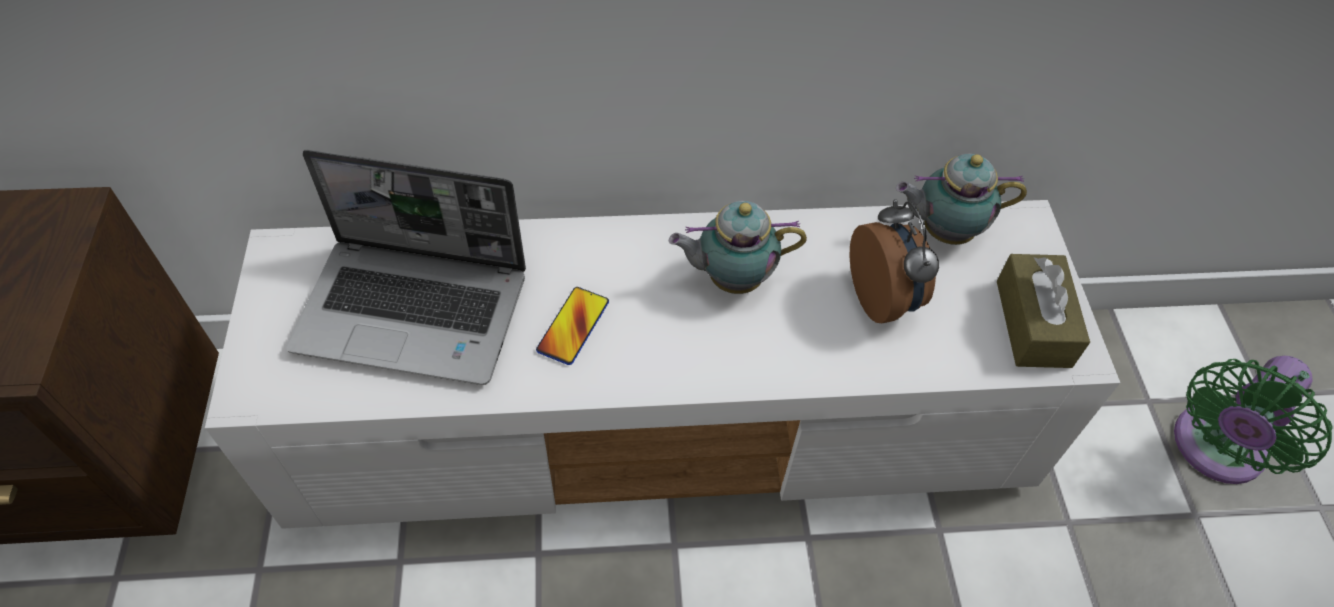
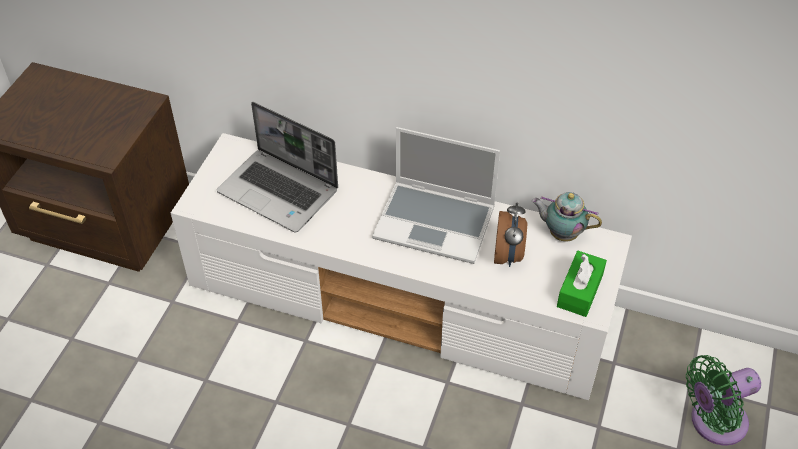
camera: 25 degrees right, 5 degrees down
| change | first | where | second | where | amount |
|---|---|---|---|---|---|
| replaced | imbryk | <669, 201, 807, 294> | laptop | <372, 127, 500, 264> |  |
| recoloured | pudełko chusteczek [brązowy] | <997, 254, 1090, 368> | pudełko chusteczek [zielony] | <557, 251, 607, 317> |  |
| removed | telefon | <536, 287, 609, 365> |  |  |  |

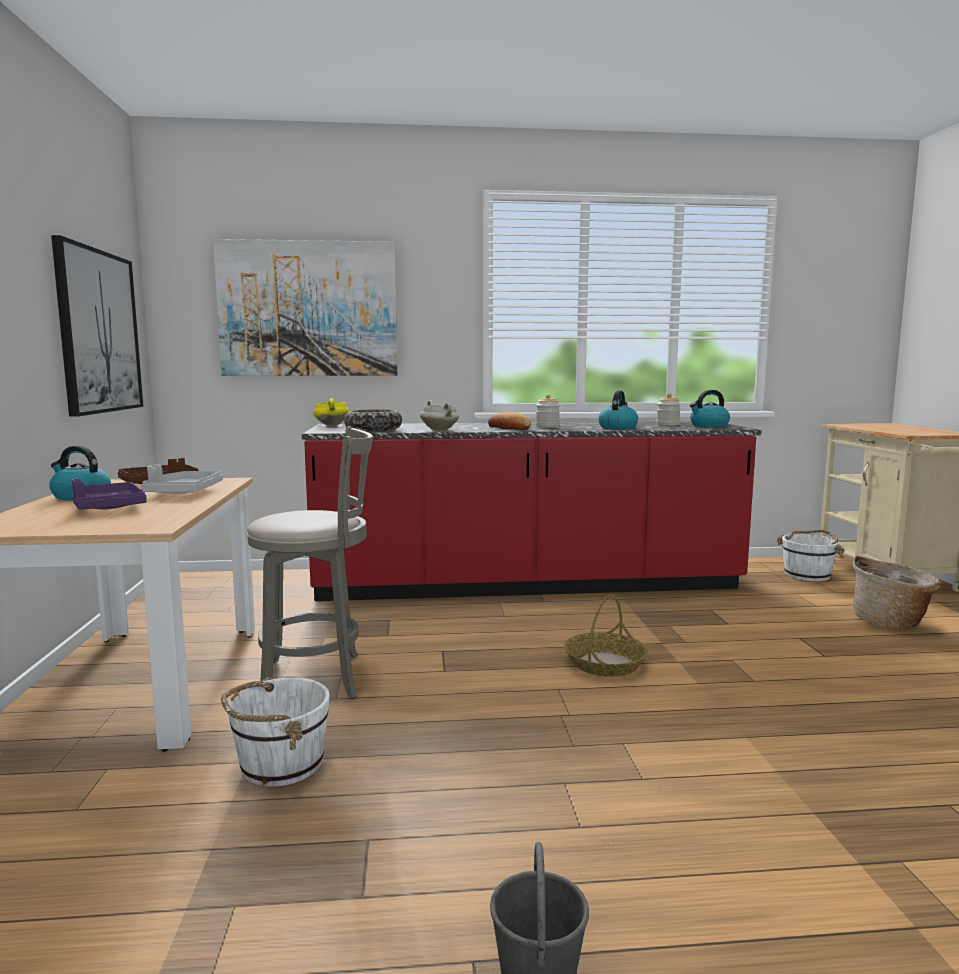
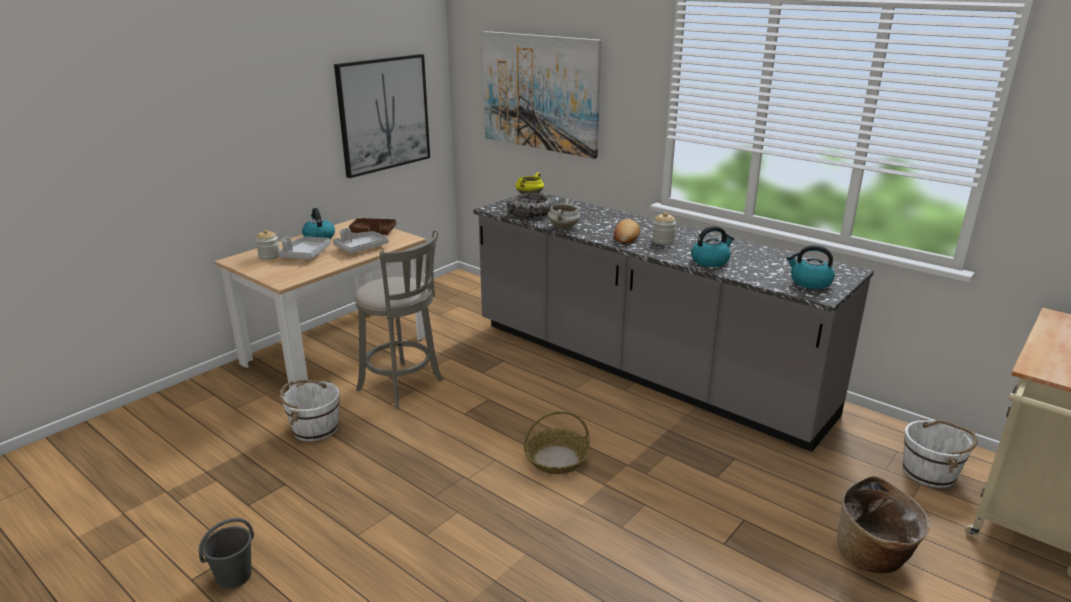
camera: 45 degrees right, 15 degrees up
| change | first | where | second | where | amount |
|---|---|---|---|---|---|
| moved | słoik | <656, 393, 681, 426> |  | <256, 230, 279, 260> |  |
| recoloured | zabudowa kuchenna [czerwony] | <302, 421, 762, 601> | zabudowa kuchenna [szary] | <474, 192, 874, 452> |  |
| recoloured | taca [fioletowy] | <72, 479, 147, 510> | taca [szary] | <279, 237, 330, 259> |  |

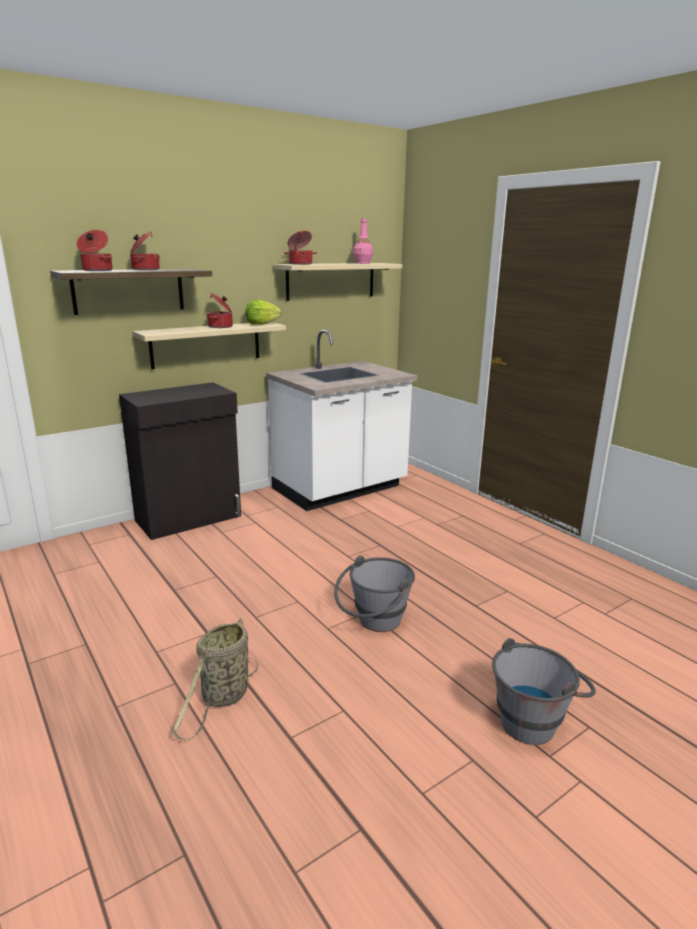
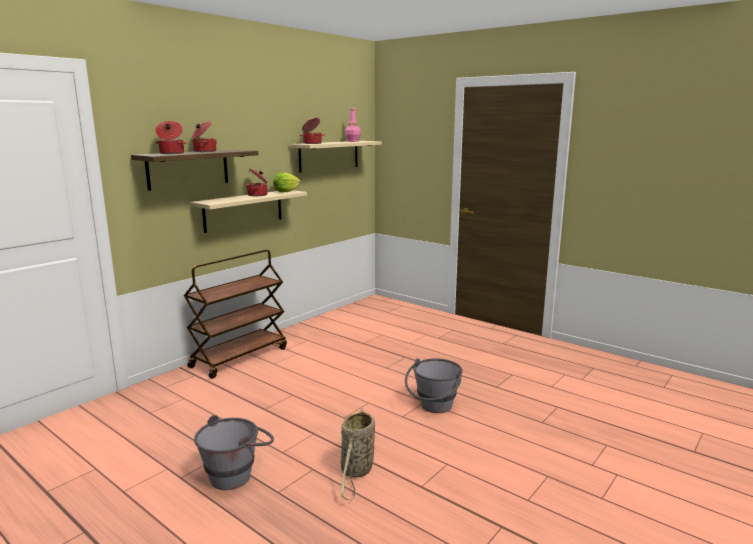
camera: 15 degrees left, 5 degrees down
| change | first | where | second | where | amount |
|---|---|---|---|---|---|
| removed | zabudowa kuchenna [biały] | <266, 330, 417, 511> |  |  |  |
| replaced | szafka [czarny] | <119, 382, 241, 540> | wózek [brązowy] | <184, 250, 287, 379> |  |
| moved | wiadro [szary] | <492, 638, 596, 745> |  | <194, 415, 274, 490> |  |

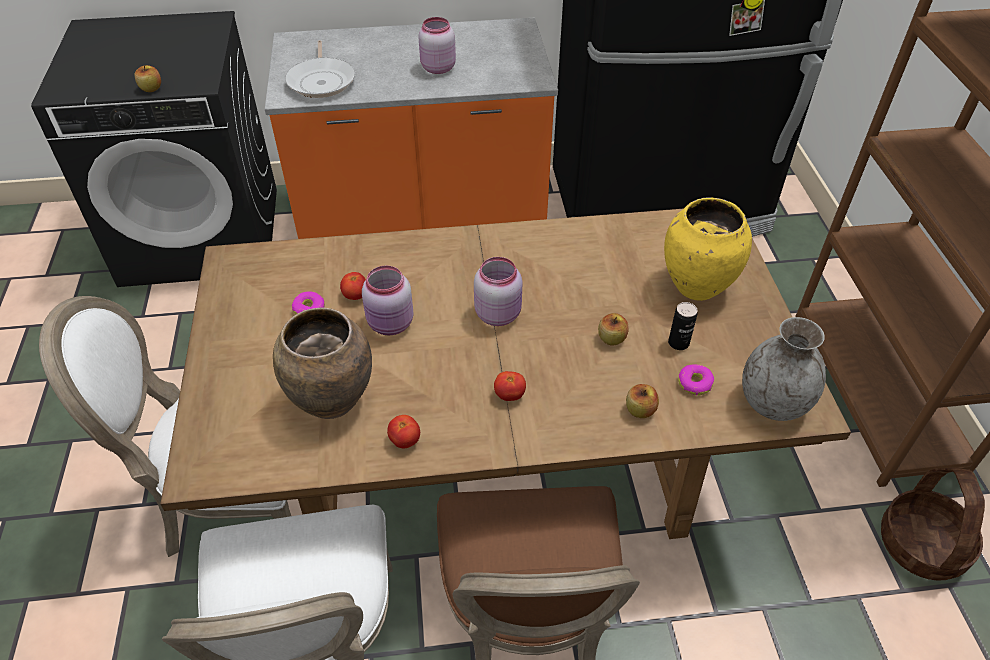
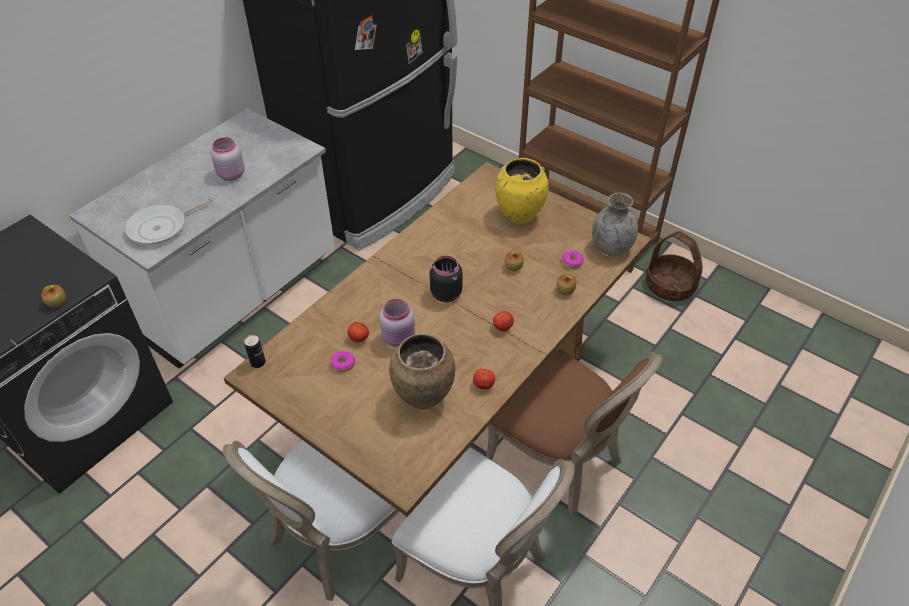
camera: 45 degrees left, 0 degrees up
| change | first | where | second | where | amount |
|---|---|---|---|---|---|
| recoloured | zabudowa kuchenna [pomarańczowy] | <265, 18, 558, 239> | zabudowa kuchenna [biały] | <69, 108, 335, 369> |  |
| turned | patelnia | <285, 40, 355, 98> |  | <124, 198, 213, 245> | 105 degrees clockwise |
| recoloured | słoik [różowy] | <474, 257, 523, 326> | słoik [czarny] | <430, 256, 463, 302> |  |
| moved | puszka | <668, 302, 697, 350> |  | <244, 335, 266, 368> |  |

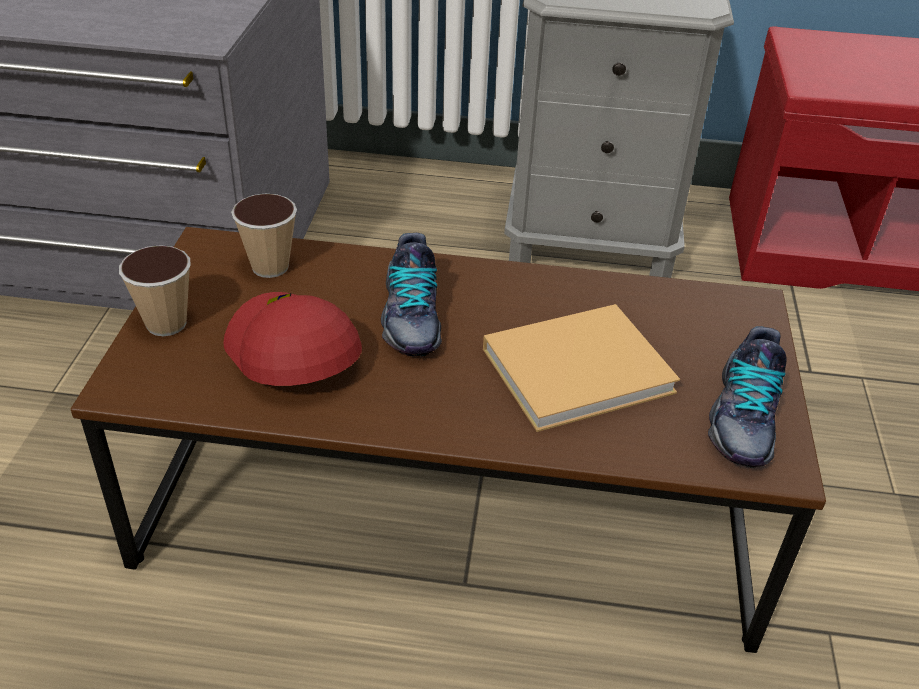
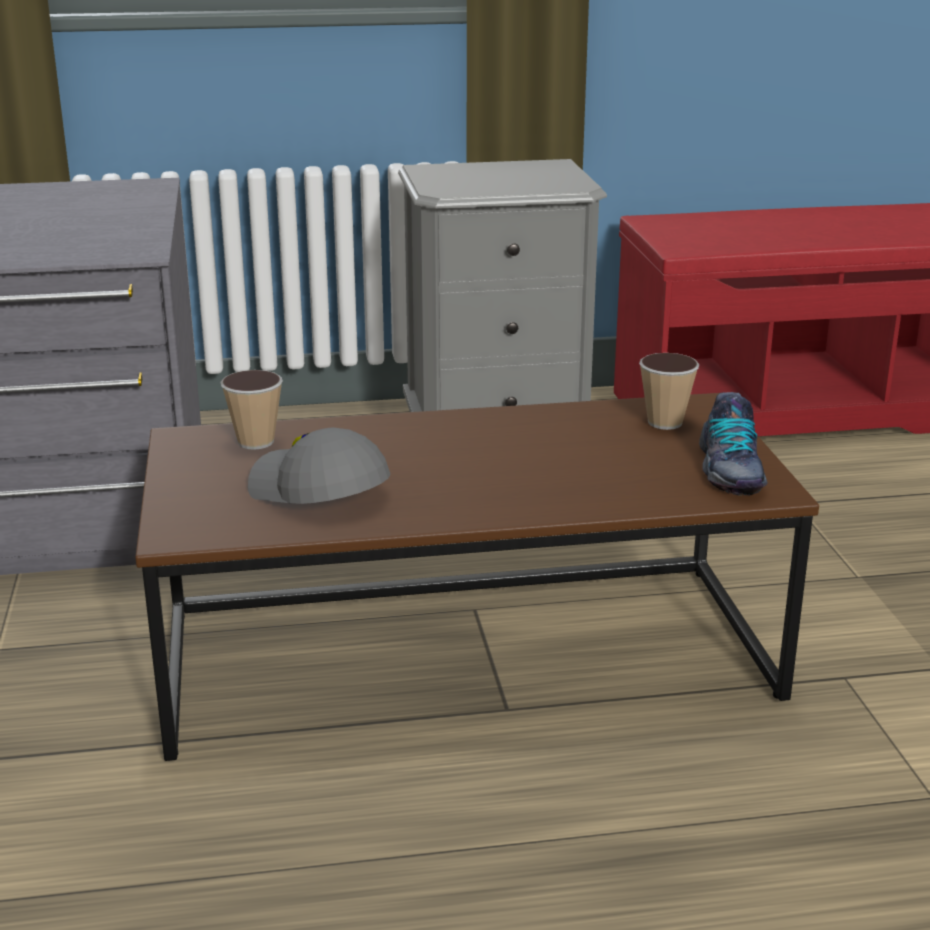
camera: 15 degrees left, 15 degrees down
| change | first | where | second | where | amount |
|---|---|---|---|---|---|
| removed | but | <381, 233, 442, 356> |  |  |  |
| moved | filiżanka | <119, 245, 191, 336> |  | <639, 353, 699, 430> |  |
| recoloured | czapka z daszkiem [czerwony] | <224, 292, 362, 386> | czapka z daszkiem [szary] | <248, 428, 391, 504> |  |
| removed | książka [beżowy] | <483, 304, 680, 432> |  |  |  |

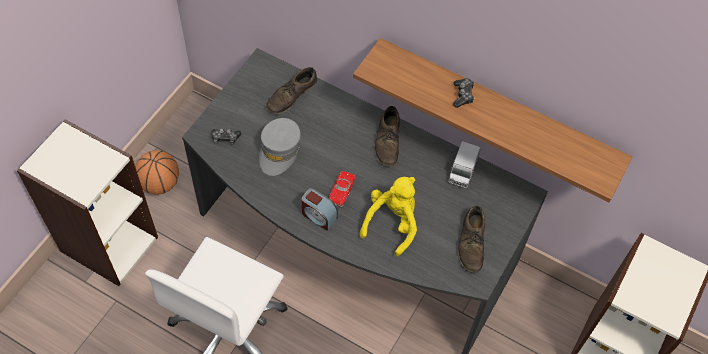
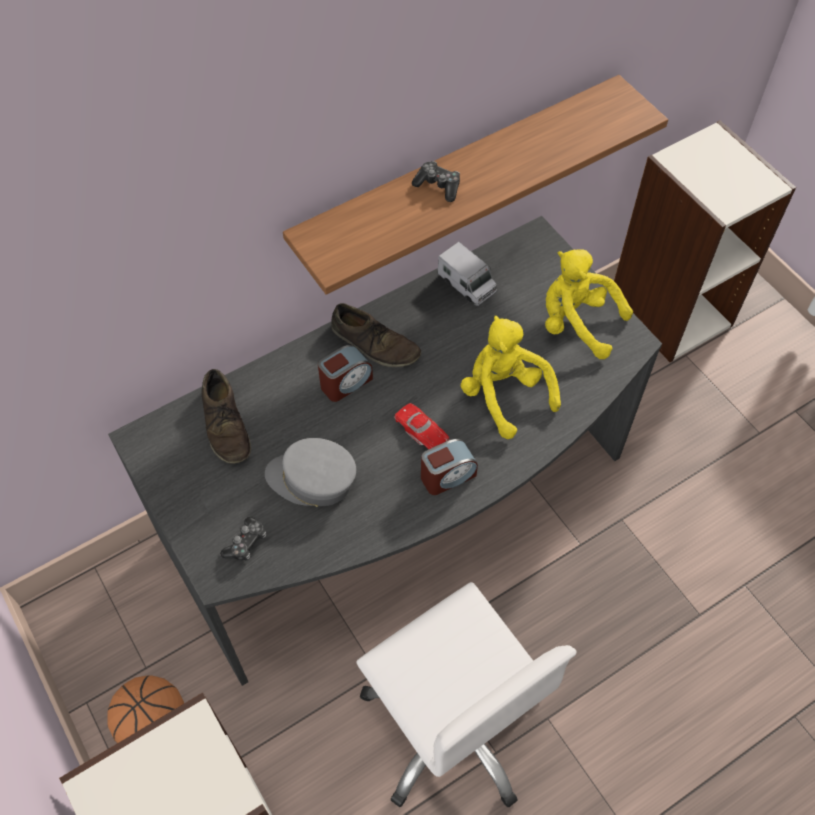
camera: 60 degrees left, 0 degrees up
| change | first | where | second | where | amount |
|---|---|---|---|---|---|
| turned | czapka z daszkiem [szary] | <259, 118, 301, 176> |  | <265, 438, 356, 507> | 150 degrees clockwise |
| replaced | but [brązowy] | <458, 206, 485, 273> | pluszak [żółty] | <545, 249, 633, 359> |  |
| added |  |  | budzik | <318, 345, 373, 402> |  |

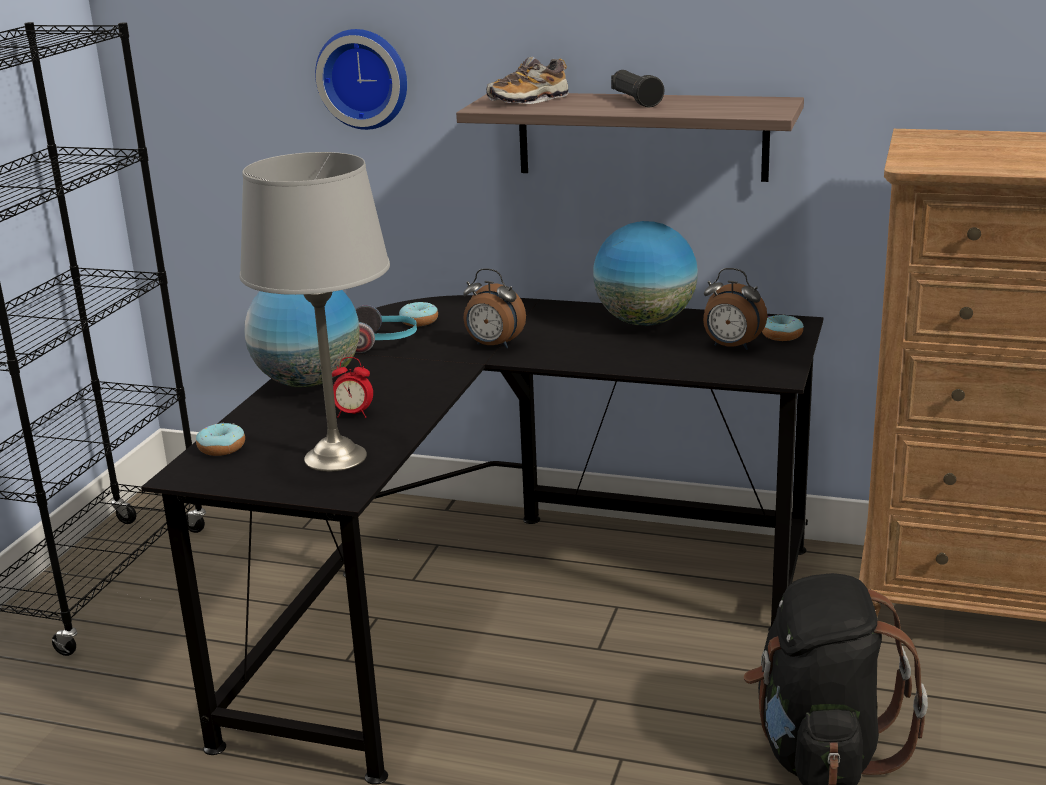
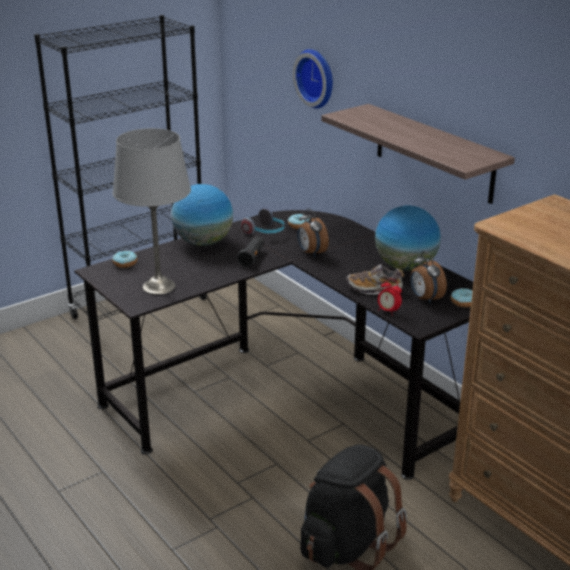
camera: 35 degrees right, 5 degrees up
| change | first | where | second | where | amount |
|---|---|---|---|---|---|
| moved | but | <486, 56, 569, 104> |  | <346, 264, 404, 295> |  |
| moved | latarka [czarny] | <611, 70, 664, 107> |  | <237, 236, 264, 267> |  |
| moved | budzik | <332, 357, 373, 418> |  | <378, 279, 402, 316> |  |

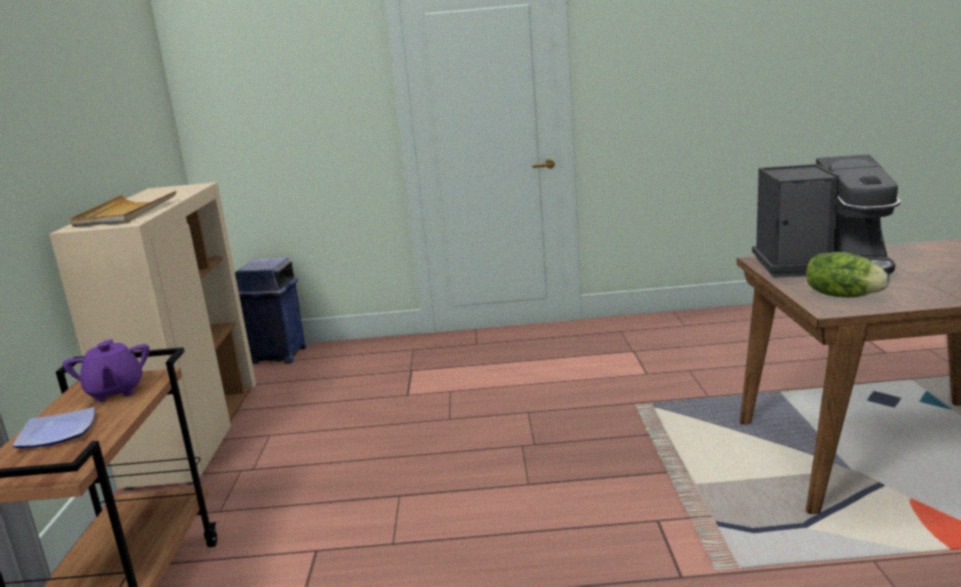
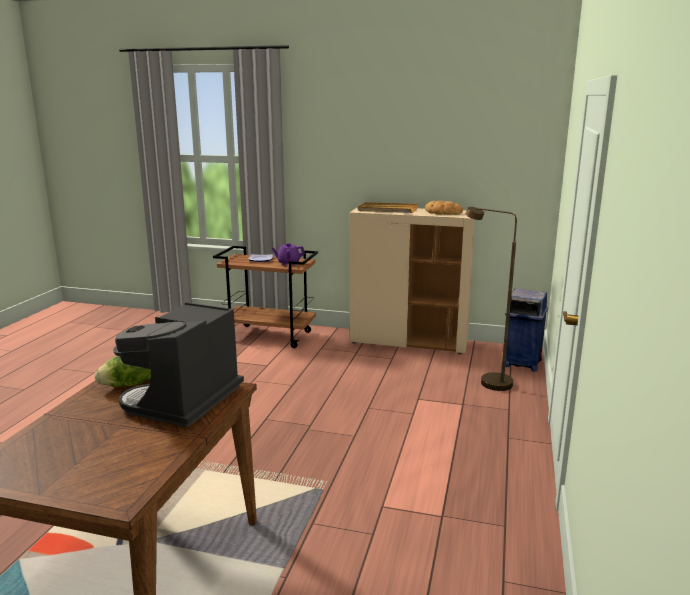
camera: 105 degrees right, 0 degrees up
| change | first | where | second | where | amount |
|---|---|---|---|---|---|
| added |  |  | chleb | <425, 201, 463, 215> |  |
| added |  |  | lampa stojąca [brązowy] | <466, 207, 517, 391> |  |

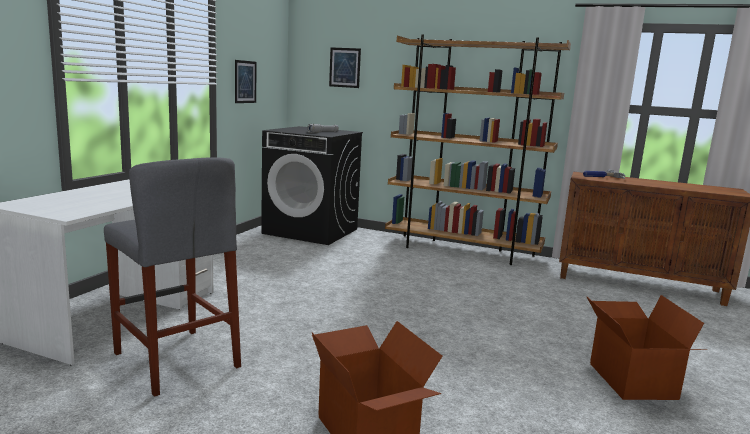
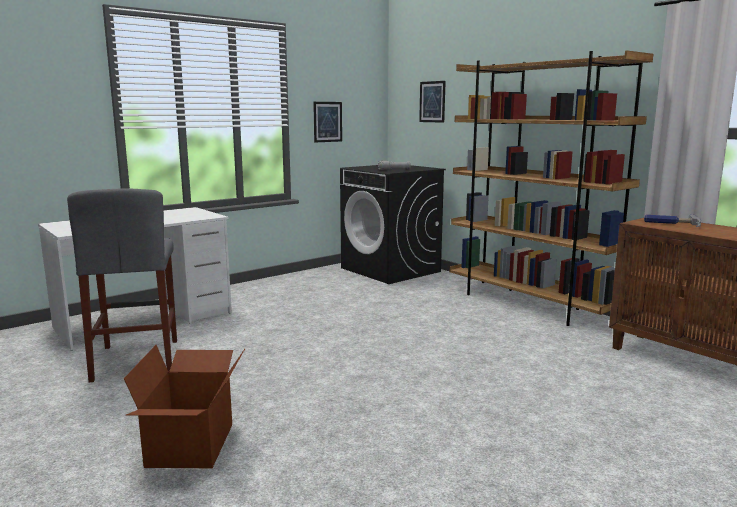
camera: 30 degrees right, 0 degrees up
| change | first | where | second | where | amount |
|---|---|---|---|---|---|
| removed | karton | <586, 295, 707, 400> |  |  |  |

